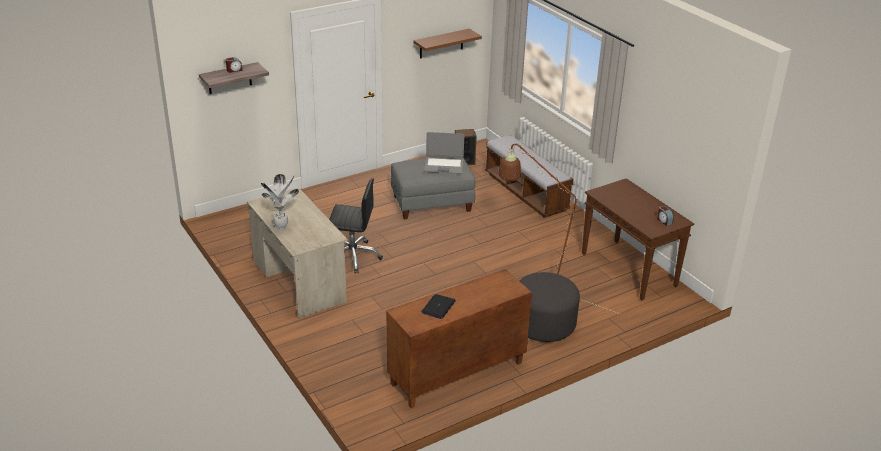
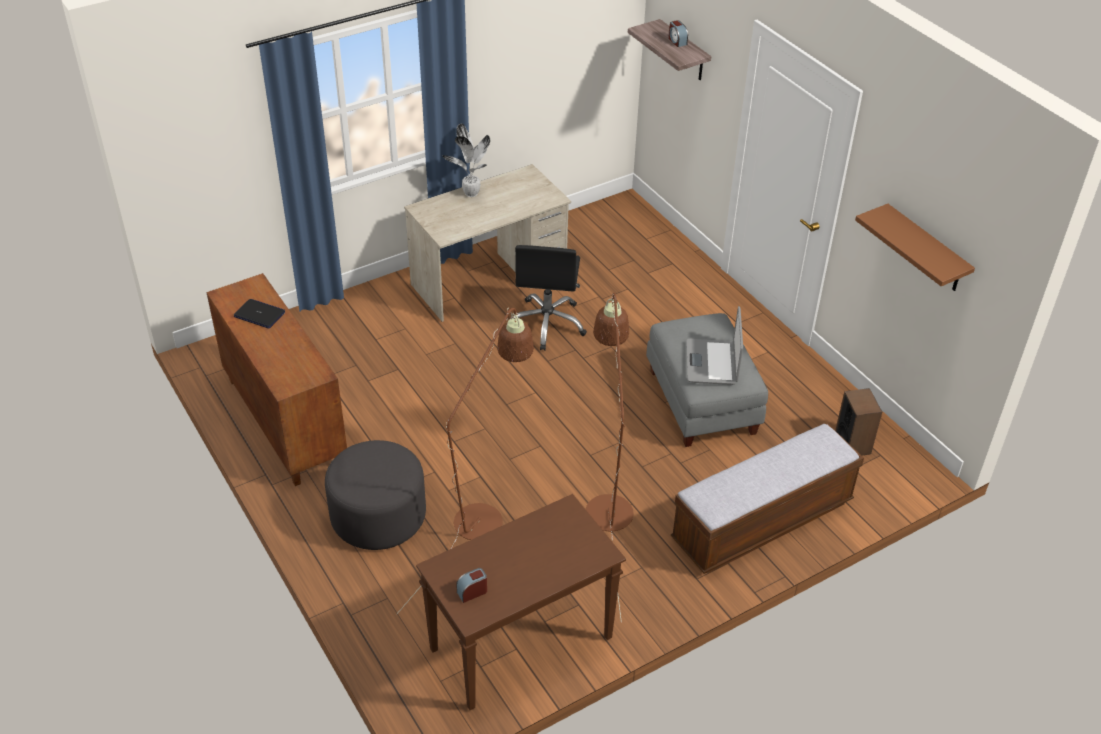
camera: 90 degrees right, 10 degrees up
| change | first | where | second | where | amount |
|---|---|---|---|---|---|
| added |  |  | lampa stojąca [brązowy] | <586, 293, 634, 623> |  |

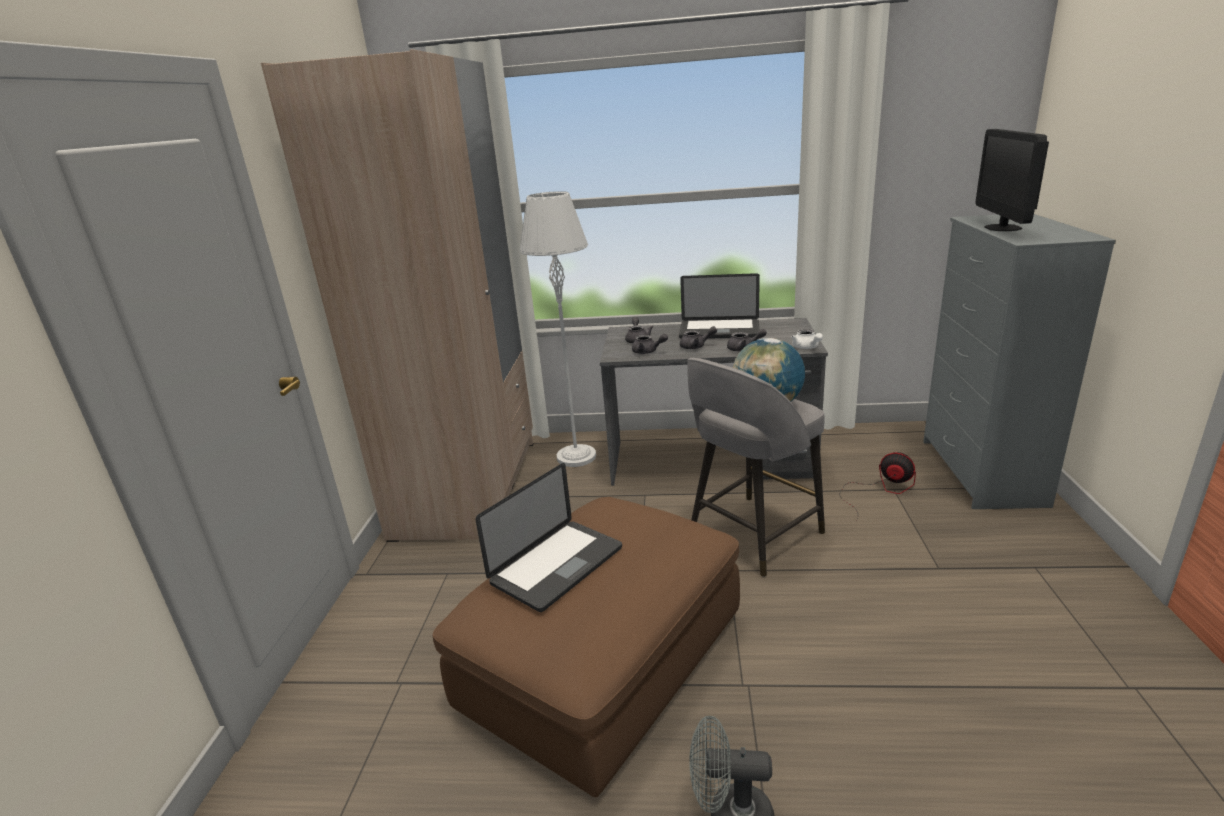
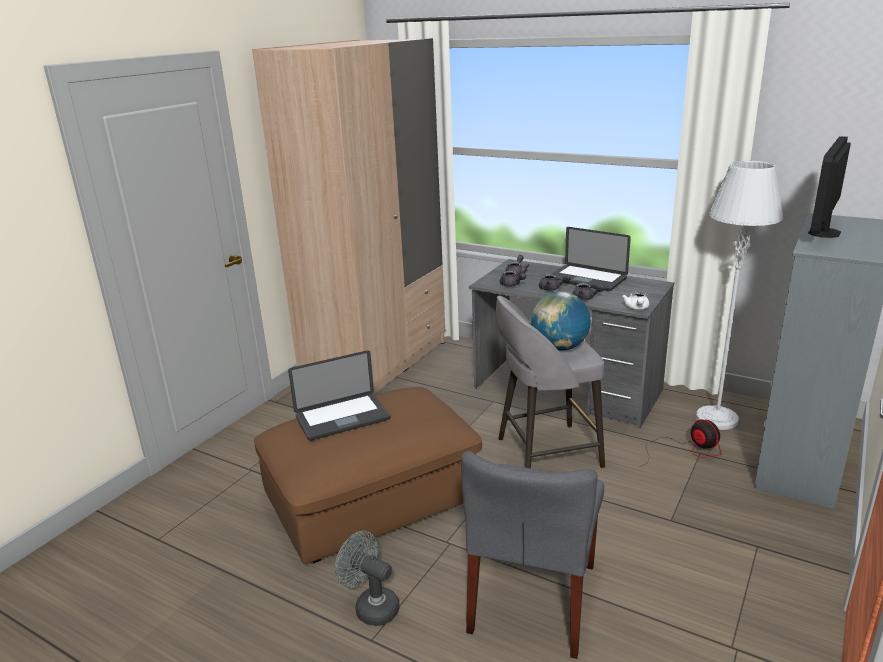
camera: 25 degrees right, 0 degrees up
| change | first | where | second | where | amount |
|---|---|---|---|---|---|
| moved | lampa stojąca [szary] | <520, 191, 596, 467> |  | <696, 161, 783, 430> |  |
| added |  |  | krzesło [szary] | <461, 451, 604, 659> |  |

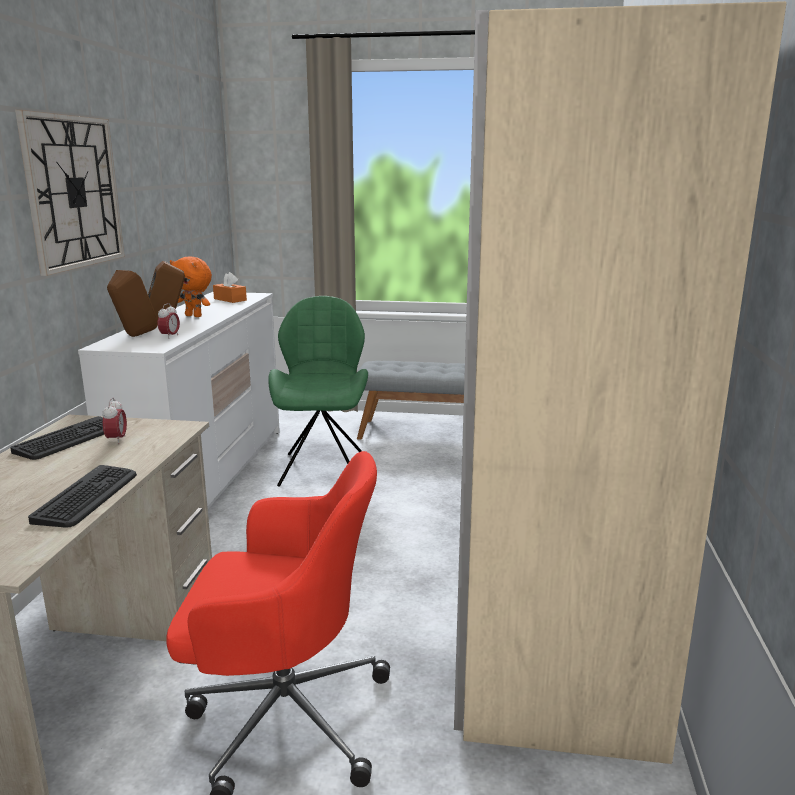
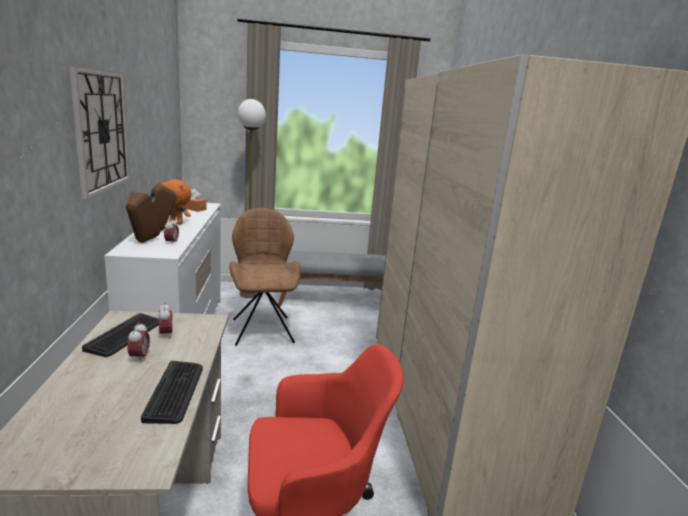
camera: 15 degrees left, 0 degrees up
| change | first | where | second | where | amount |
|---|---|---|---|---|---|
| recoloured | krzesło [zielony] | <268, 296, 368, 487> | krzesło [brązowy] | <229, 208, 301, 346> |  |
| added |  |  | lampa stojąca | <238, 99, 266, 298> |  |
| added |  |  | budzik | <128, 322, 150, 363> |  |

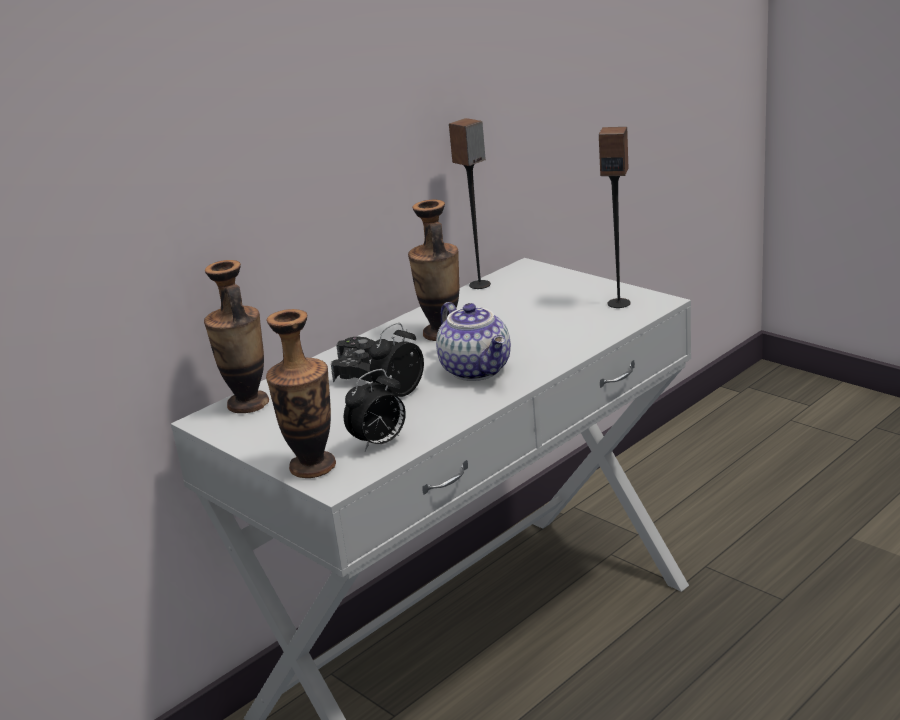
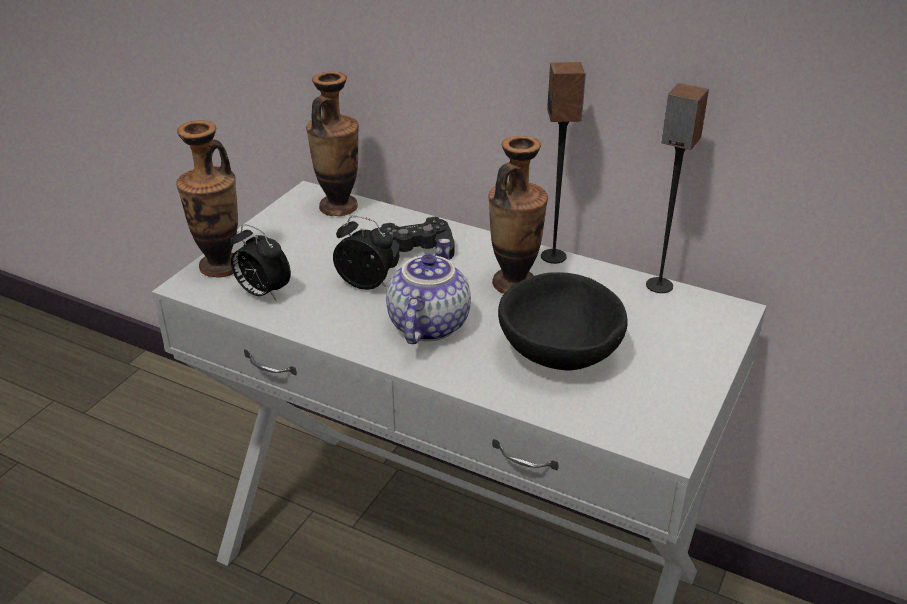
camera: 70 degrees right, 10 degrees up
| change | first | where | second | where | amount |
|---|---|---|---|---|---|
| moved | głośnik | <599, 127, 631, 308> |  | <541, 62, 586, 264> |  |
| turned | imbryk | <436, 302, 511, 381> |  | <386, 238, 471, 344> | 150 degrees clockwise |
| added |  |  | miska [czarny] | <498, 272, 628, 370> |  |

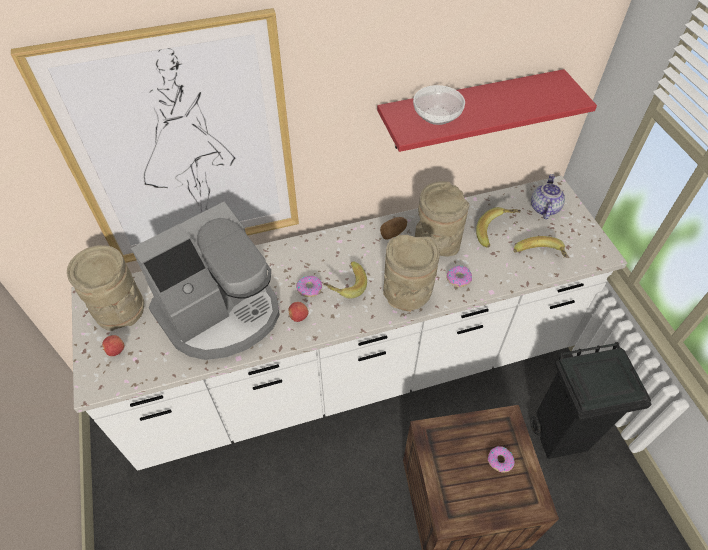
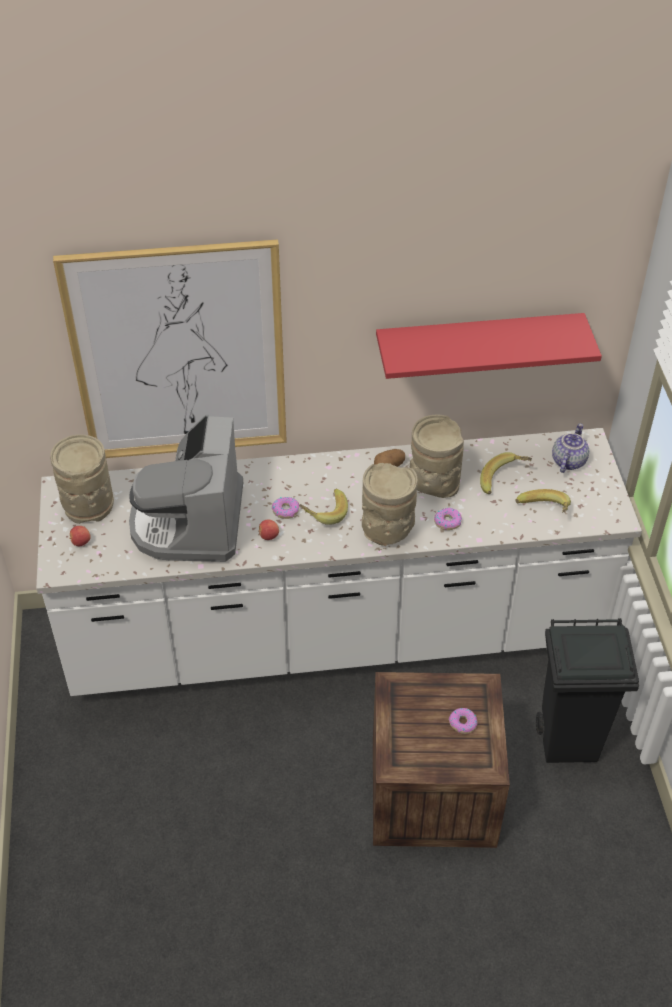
camera: 10 degrees right, 5 degrees down
| change | first | where | second | where | amount |
|---|---|---|---|---|---|
| removed | miska | <413, 85, 465, 125> |  |  |  |
| turned | ekspres do kawy | <131, 202, 280, 360> |  | <129, 415, 243, 562> | 120 degrees clockwise |

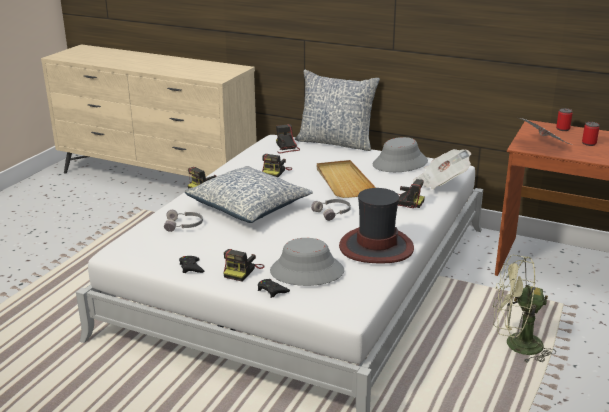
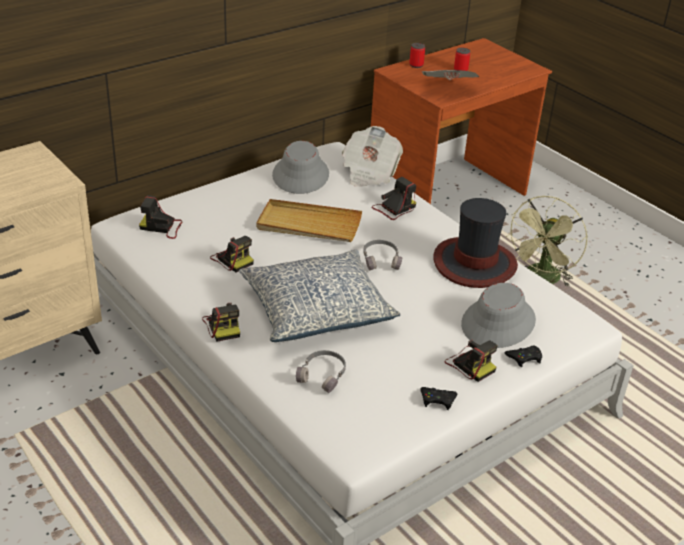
camera: 65 degrees left, 10 degrees up
| change | first | where | second | where | amount |
|---|---|---|---|---|---|
| removed | poduszka | <295, 70, 380, 151> |  |  |  |

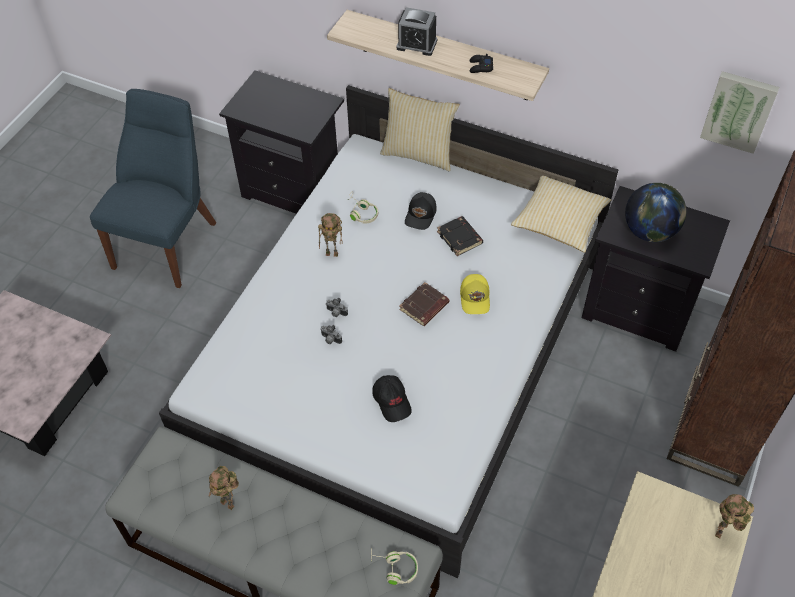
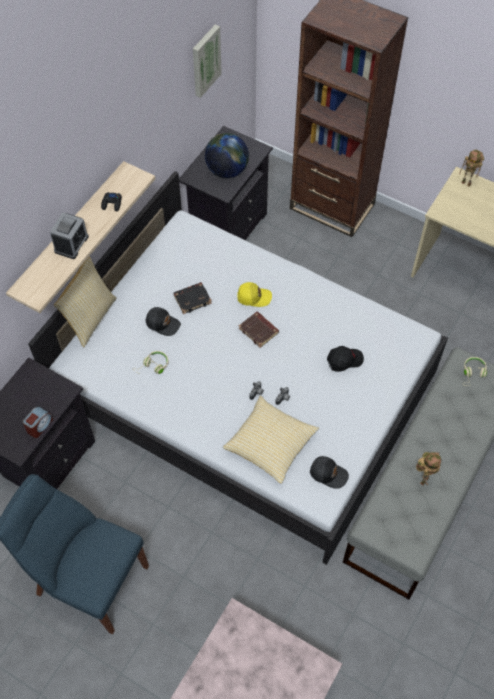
camera: 85 degrees left, 5 degrees up
| change | first | where | second | where | amount |
|---|---|---|---|---|---|
| moved | poduszka | <511, 176, 611, 253> |  | <223, 395, 319, 484> |  |
| removed | robot zabawkowy | <318, 213, 342, 257> |  |  |  |
| added |  |  | budzik | <23, 406, 53, 438> |  |
| added |  |  | czapka z daszkiem [czarny] | <310, 456, 349, 489> |  |

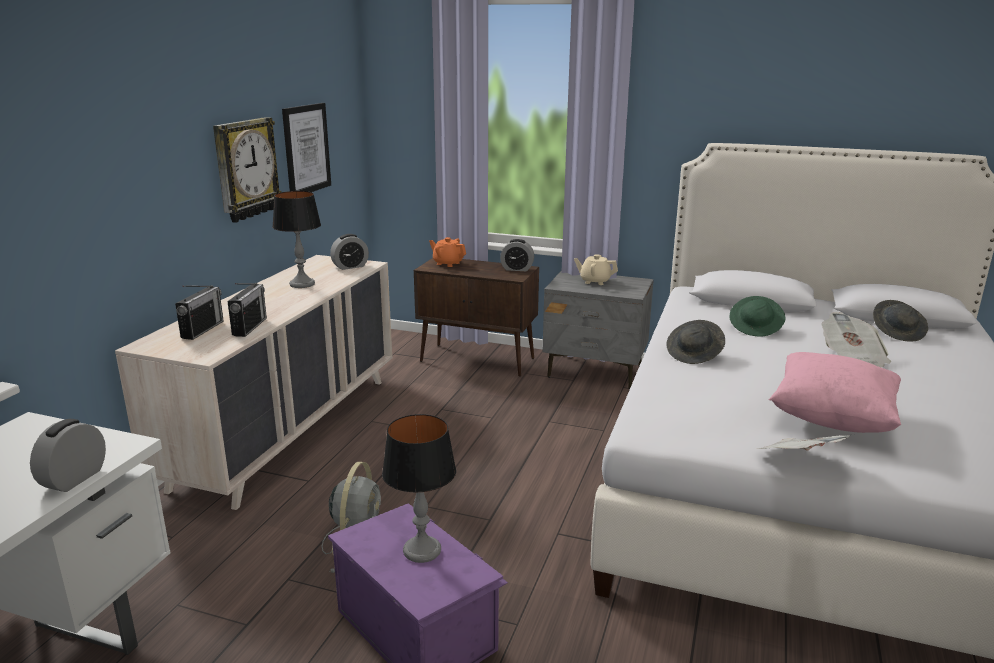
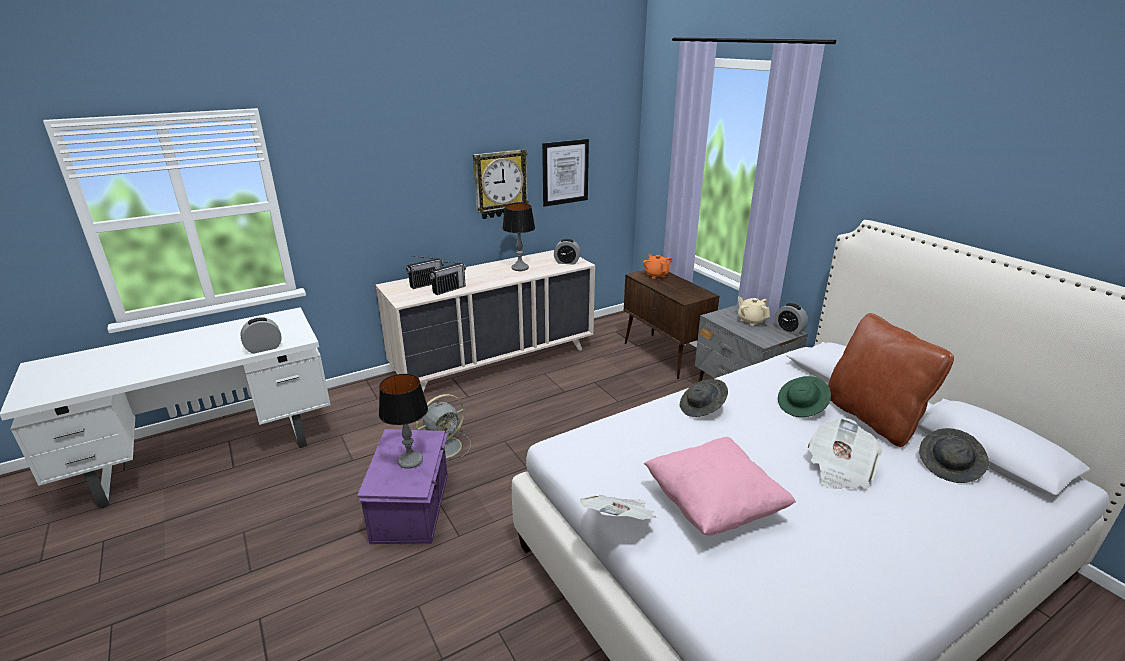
camera: 40 degrees right, 5 degrees up
| change | first | where | second | where | amount |
|---|---|---|---|---|---|
| moved | budzik | <500, 239, 534, 271> |  | <774, 303, 808, 335> |  |
| added |  |  | poduszka [brązowy] | <828, 313, 954, 447> |  |

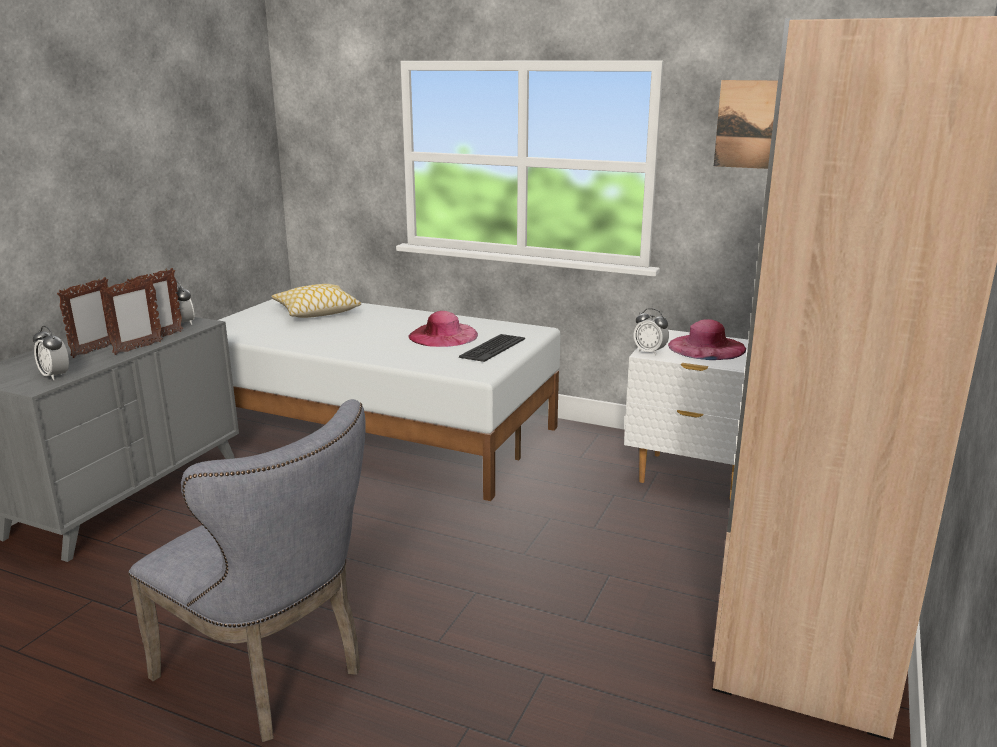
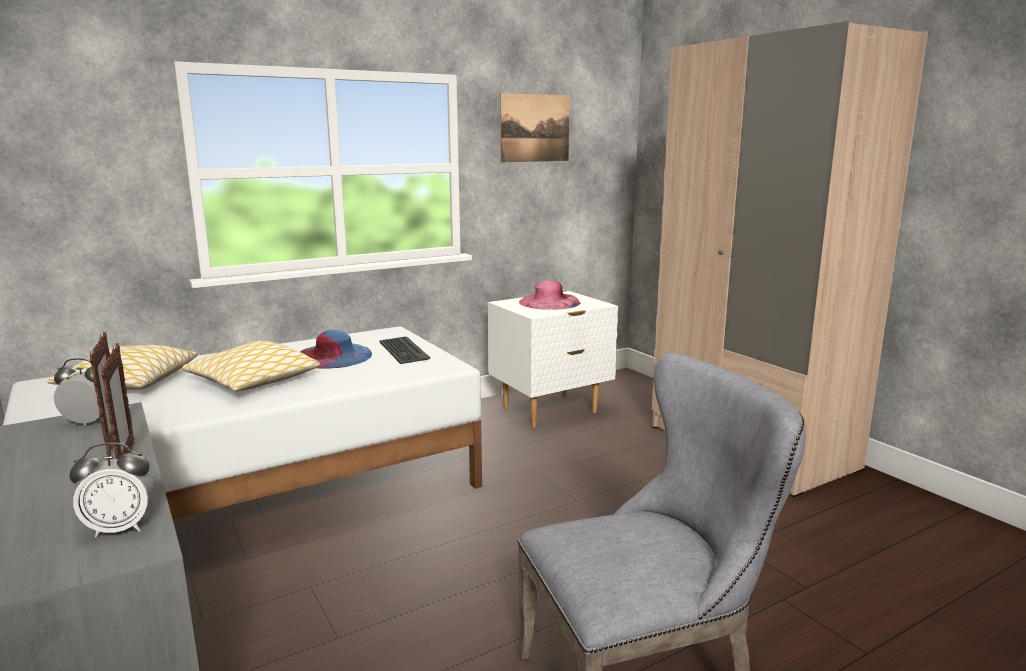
camera: 55 degrees left, 5 degrees down
| change | first | where | second | where | amount |
|---|---|---|---|---|---|
| removed | ramka na zdjęcie | <57, 277, 116, 358> |  |  |  |
| removed | budzik | <634, 308, 669, 356> |  |  |  |
| recoloured | kapelusz [różowy] | <409, 311, 478, 347> | kapelusz [niebieski] | <300, 330, 372, 369> |  |
| added |  |  | poduszka | <182, 341, 320, 391> |  |

